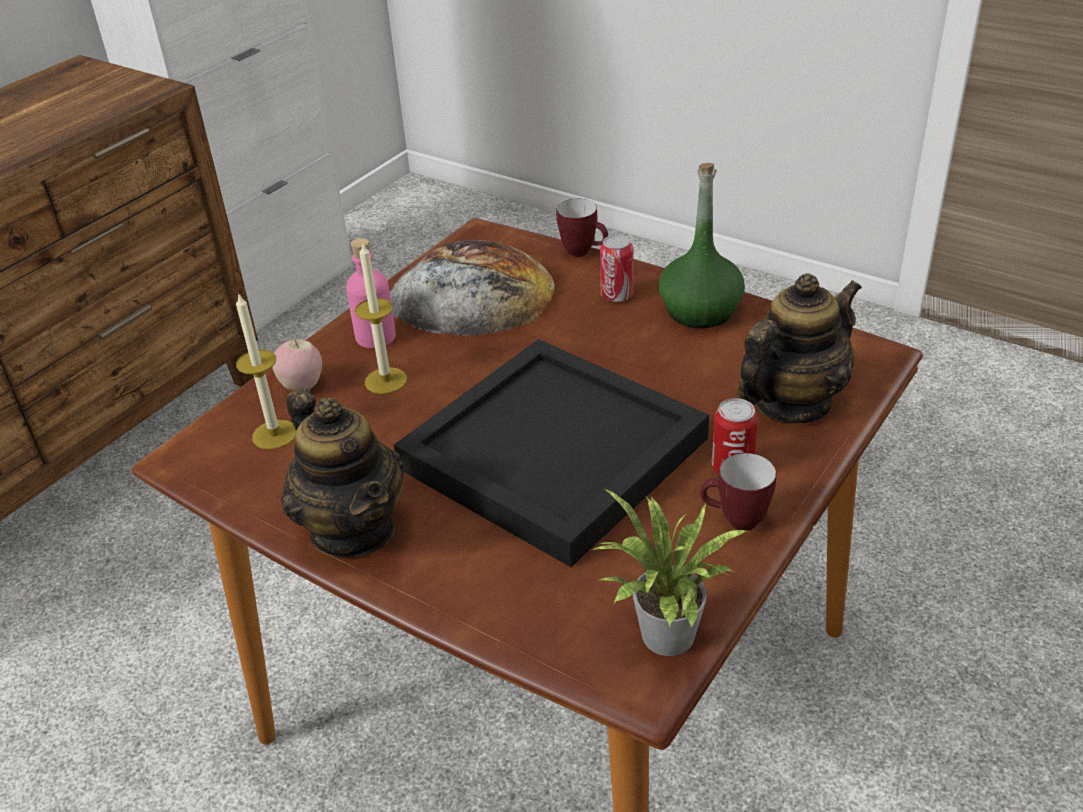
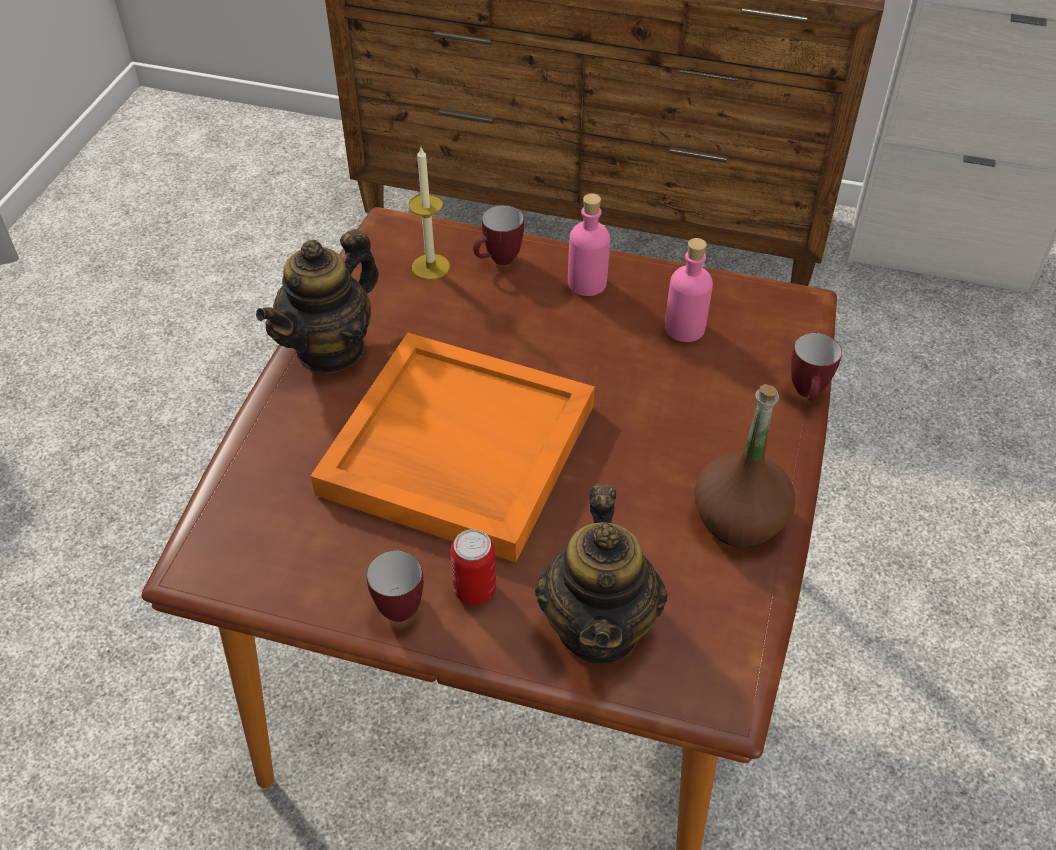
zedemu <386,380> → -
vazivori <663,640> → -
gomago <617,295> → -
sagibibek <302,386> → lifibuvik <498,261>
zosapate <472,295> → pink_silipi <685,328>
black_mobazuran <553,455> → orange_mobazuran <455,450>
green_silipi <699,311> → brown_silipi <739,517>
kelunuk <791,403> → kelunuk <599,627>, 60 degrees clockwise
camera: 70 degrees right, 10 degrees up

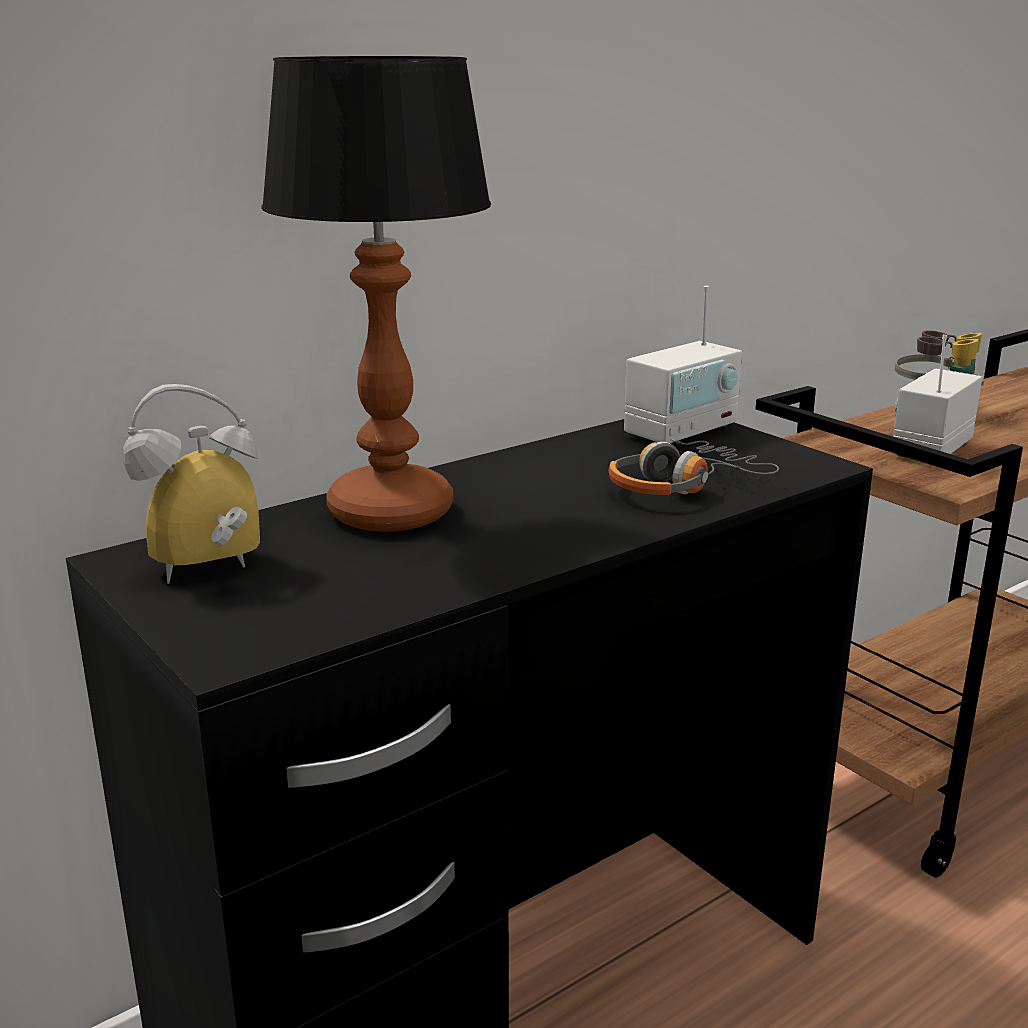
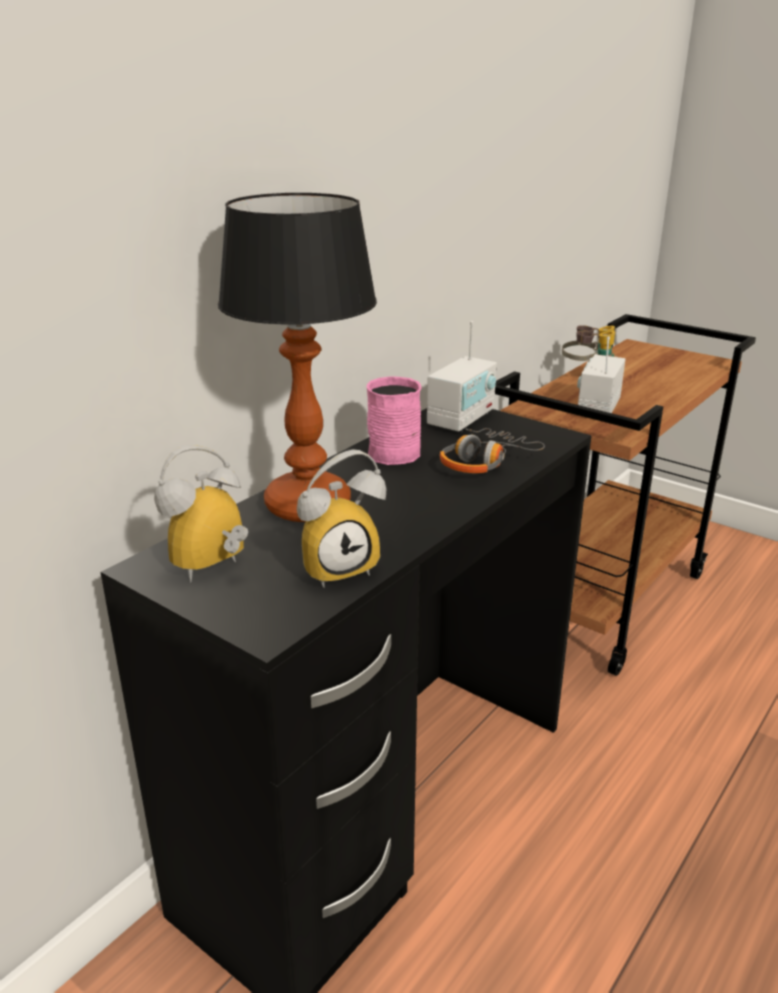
- → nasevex <339,566>
- → pink_lifibuvik <397,450>
camera: 15 degrees left, 5 degrees up

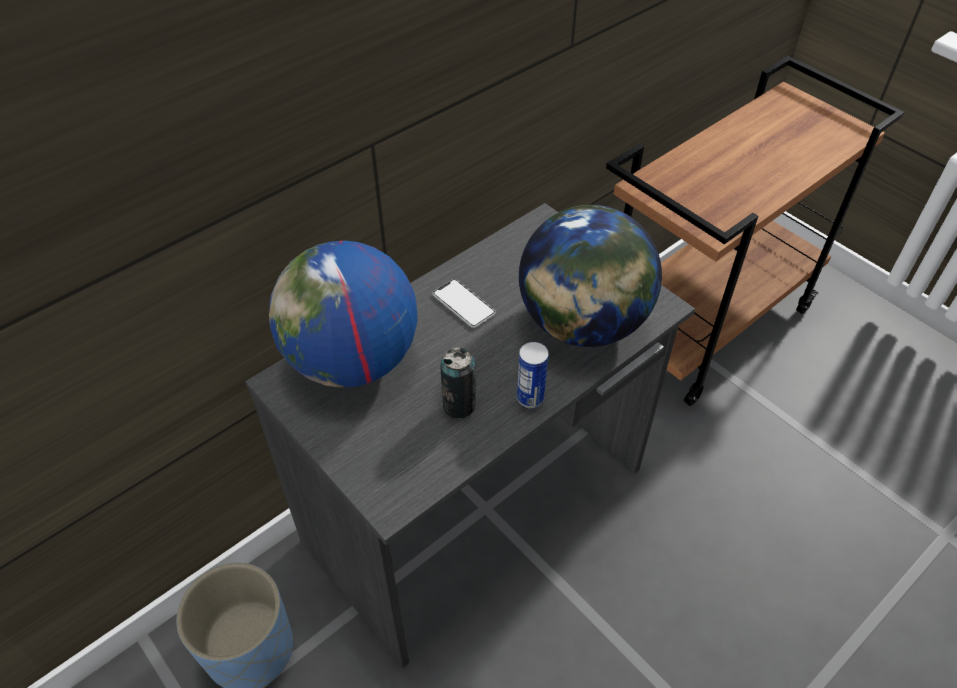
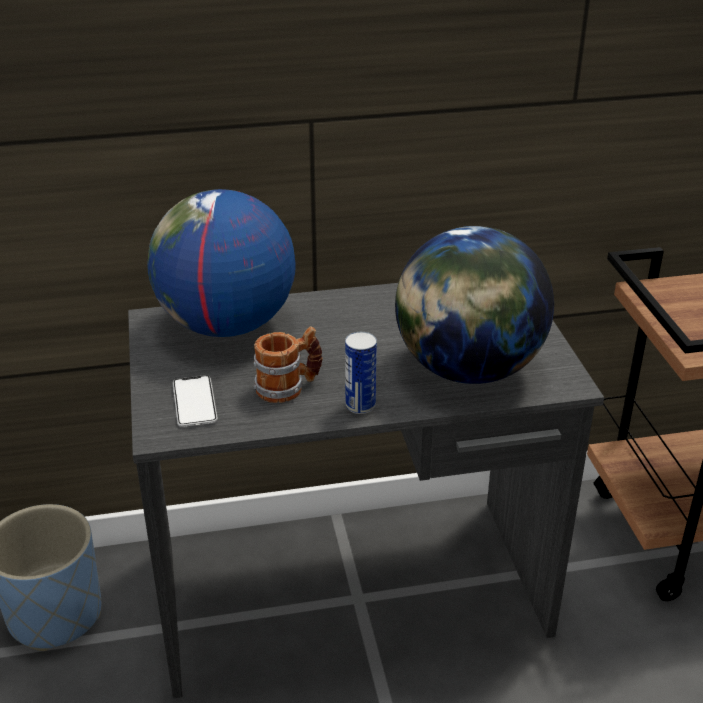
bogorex <463,304> → bogorex <194,402>, moved
gomago <459,405> → lifibuvik <289,387>
camera: 30 degrees right, 15 degrees down

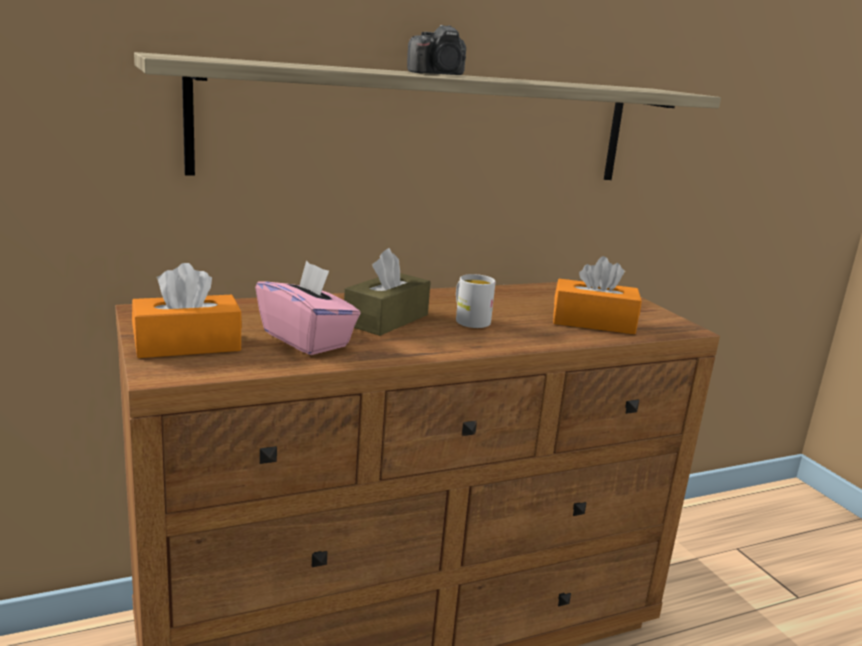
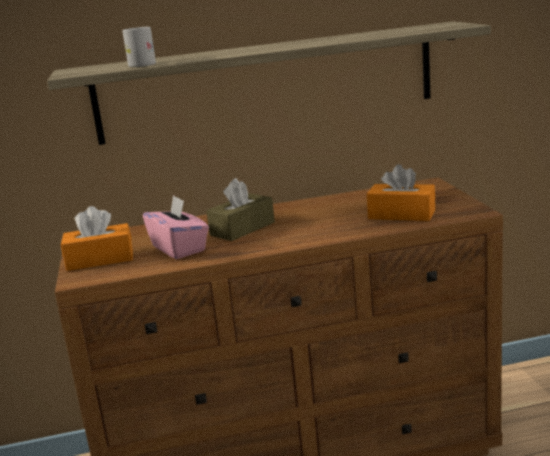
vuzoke <438,74> → -
white_lifibuvik <469,320> → white_lifibuvik <141,64>, moved
camera: 15 degrees right, 0 degrees up

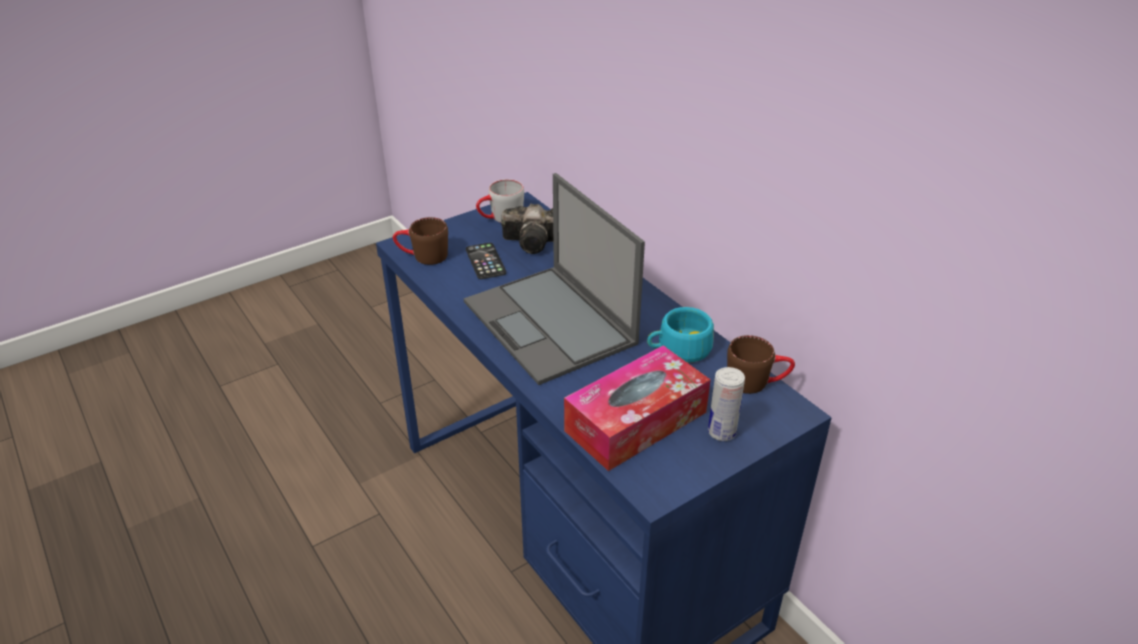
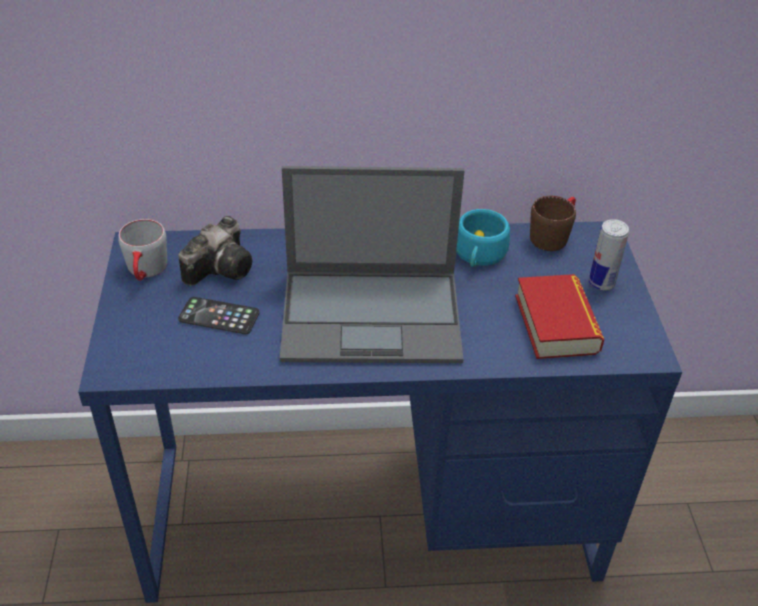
brown_lifibuvik <422,256> → -
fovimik <636,421> → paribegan <556,324>
camera: 60 degrees left, 5 degrees up

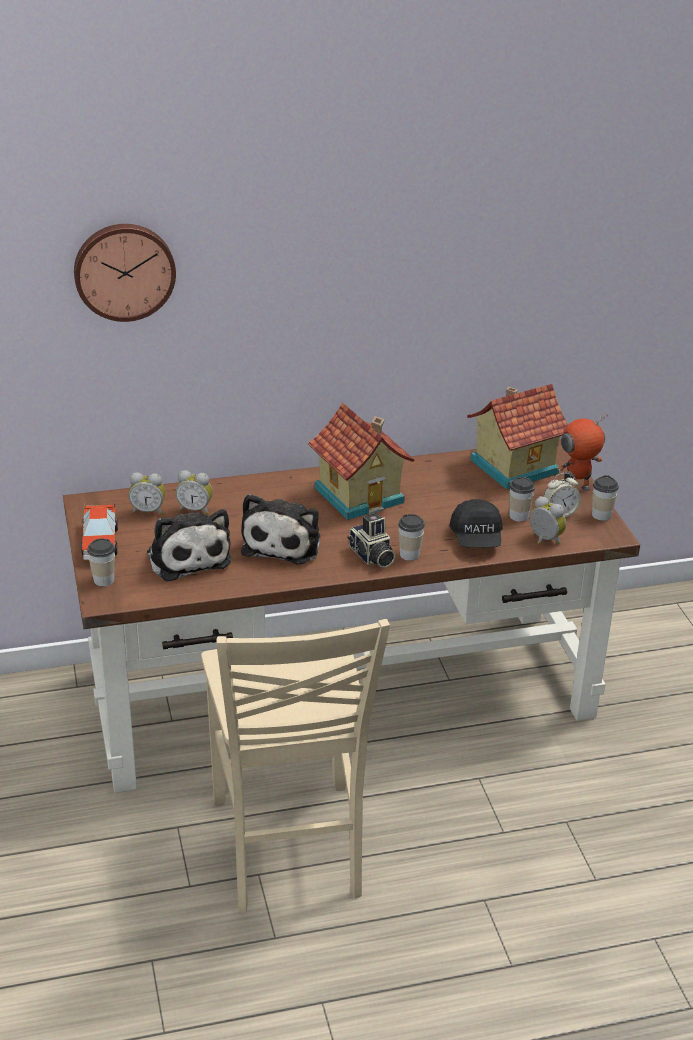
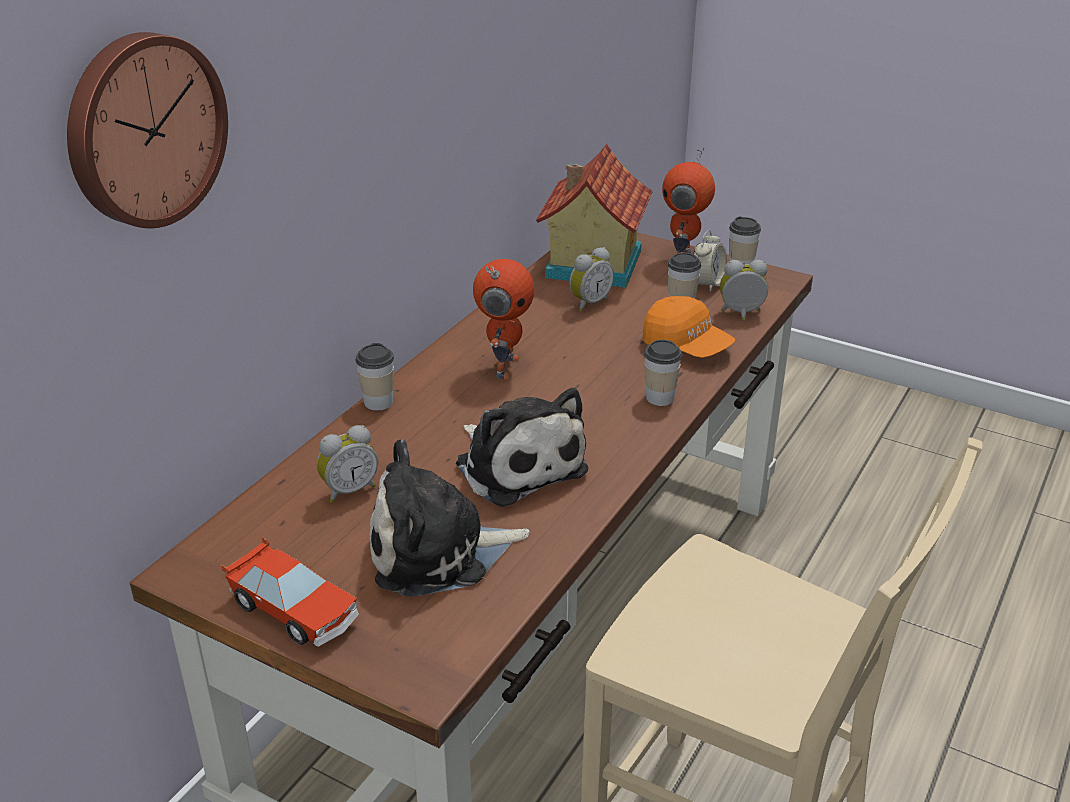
vuzoke <371,556> → -
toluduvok <103,580> → toluduvok <378,402>, moved
nasevex <148,511> → nasevex <588,303>, moved
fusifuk <361,494> → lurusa <504,366>
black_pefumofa <476,538> → orange_pefumofa <686,346>
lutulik <187,556> → lutulik <437,552>, 150 degrees clockwise
camera: 45 degrees left, 0 degrees up

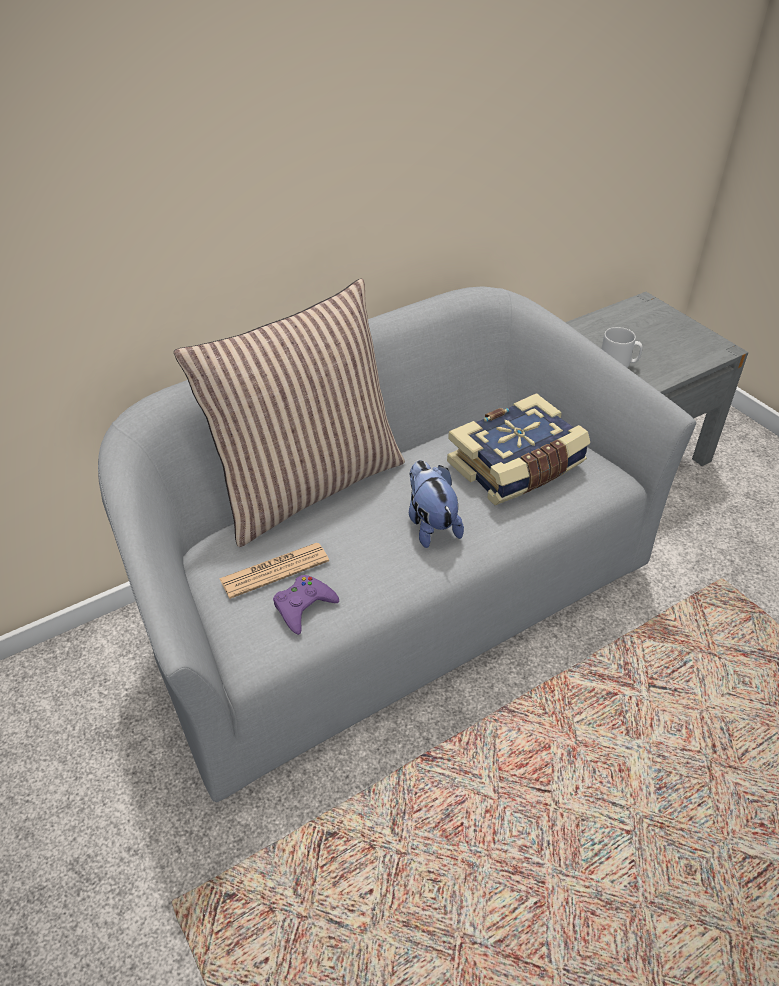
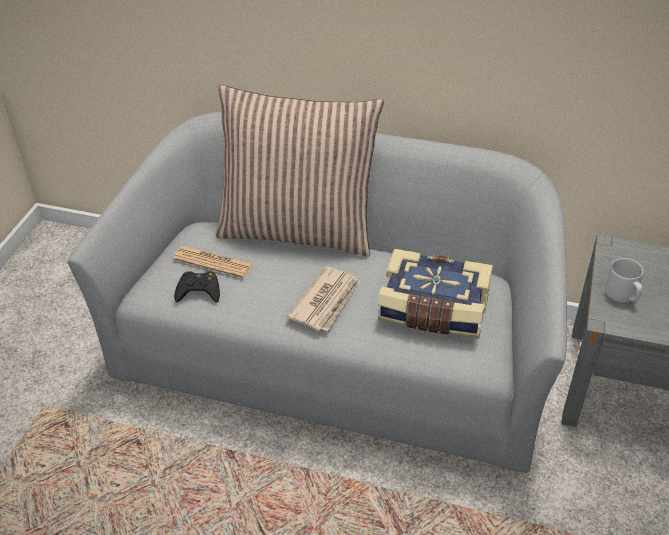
lutulik <430,524> → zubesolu <326,301>
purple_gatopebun <303,607> → black_gatopebun <199,291>
camera: 50 degrees right, 0 degrees up

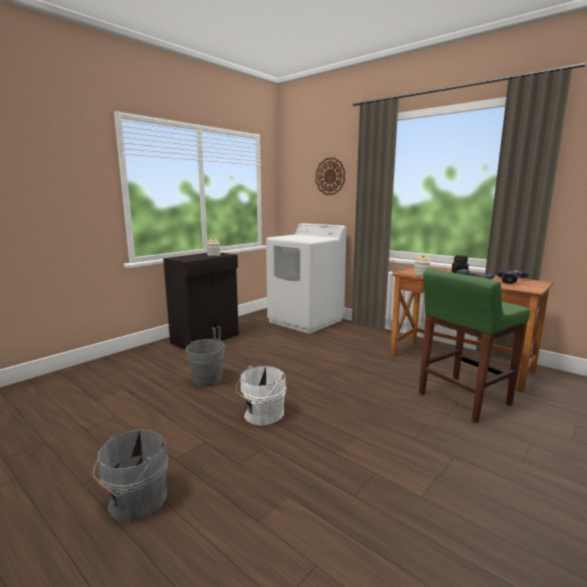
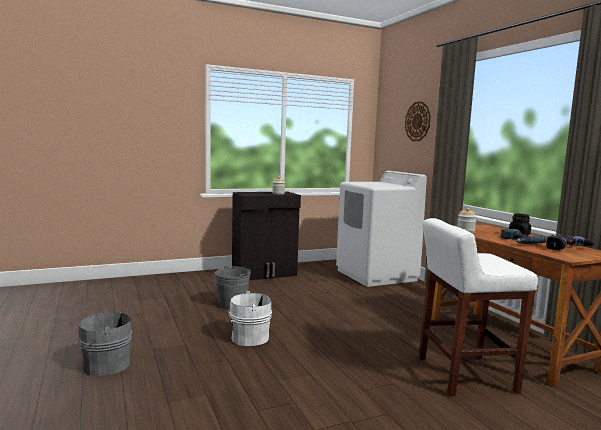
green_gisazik <462,399> → white_gisazik <464,374>
camera: 25 degrees right, 5 degrees down

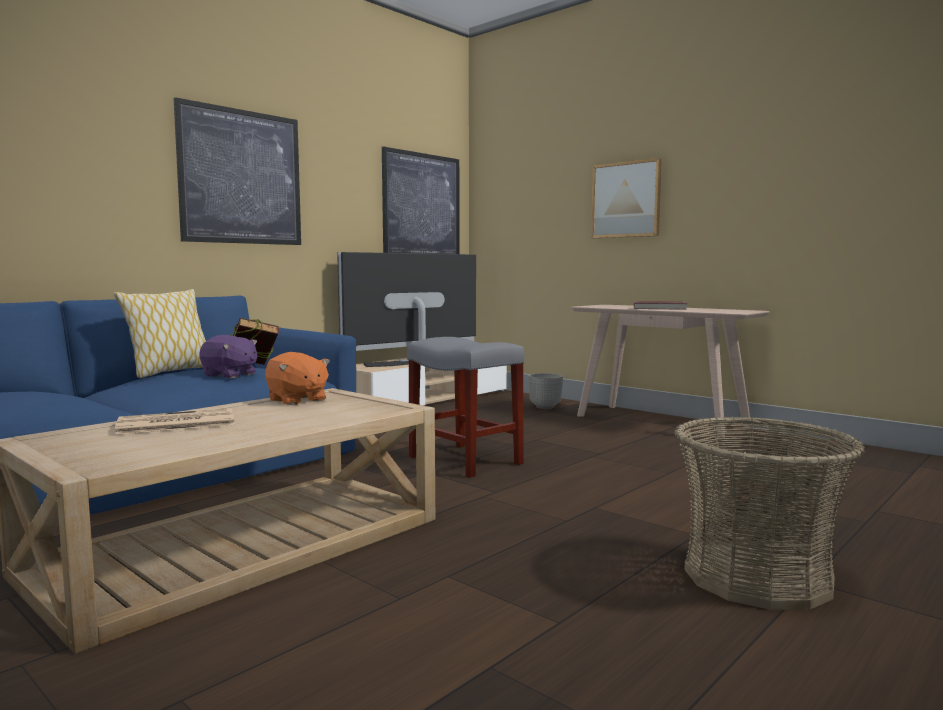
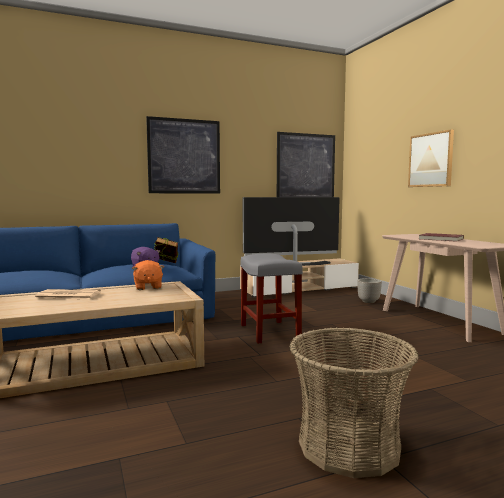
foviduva <170,372> → -
camera: 25 degrees right, 0 degrees up

